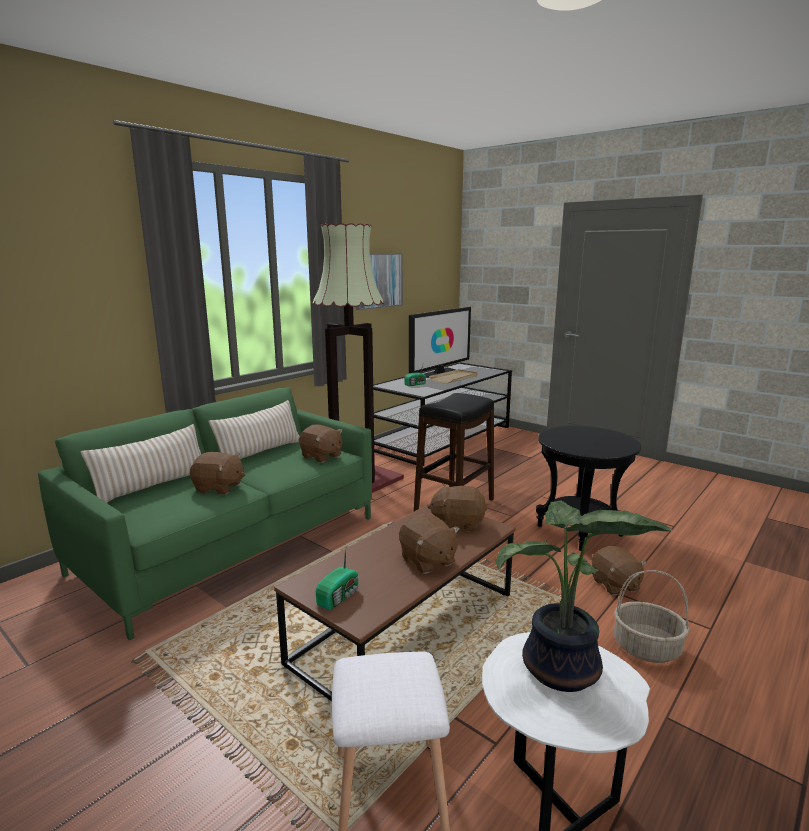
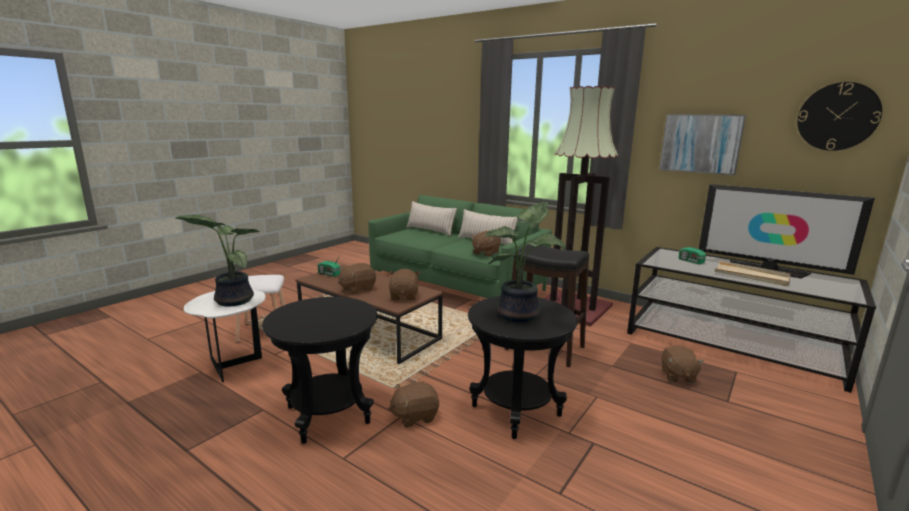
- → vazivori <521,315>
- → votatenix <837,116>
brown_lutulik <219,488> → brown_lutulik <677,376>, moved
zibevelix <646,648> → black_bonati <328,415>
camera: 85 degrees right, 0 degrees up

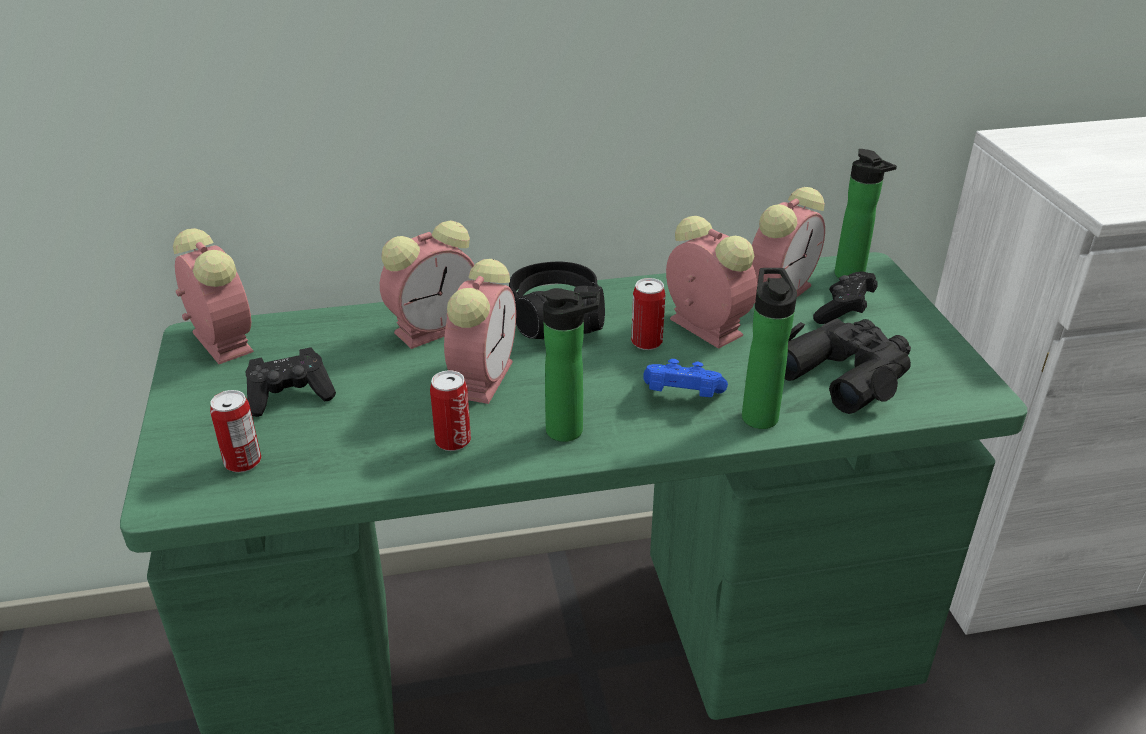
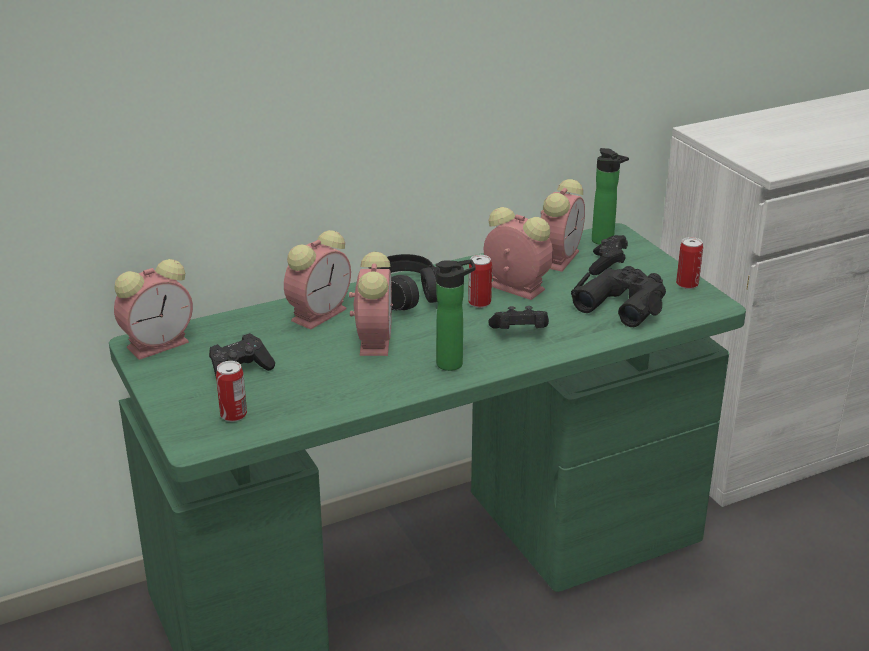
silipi <758,414> → -
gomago <453,441> → gomago <687,284>, moved
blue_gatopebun <681,396> → black_gatopebun <519,332>
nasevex <220,341> → nasevex <160,344>, 105 degrees clockwise
camera: 15 degrees left, 5 degrees down

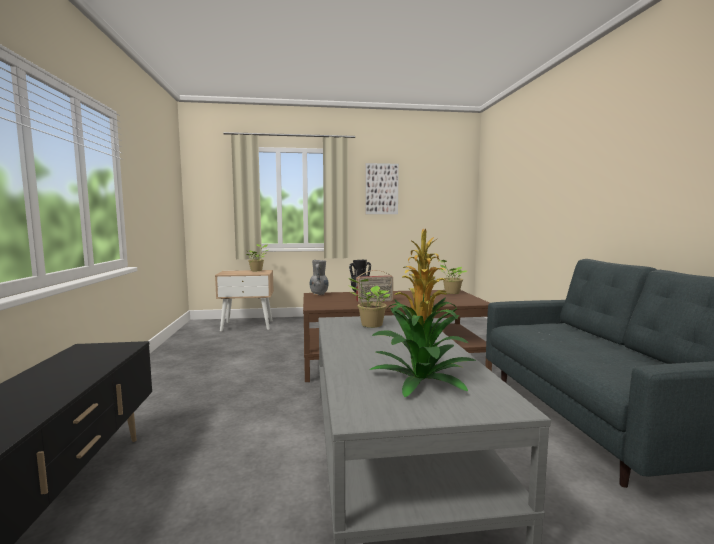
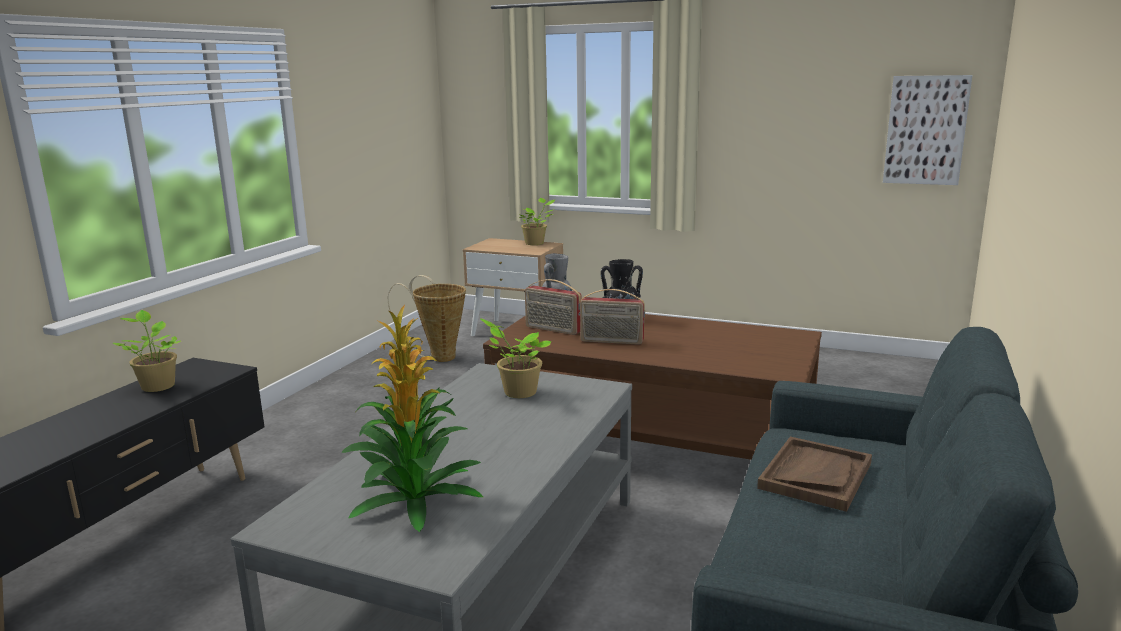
- → zibevelix <438,357>
- → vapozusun <552,329>
- → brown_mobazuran <815,475>
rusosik <381,189> → rusosik <925,130>, moved
vazivori <450,292> → vazivori <157,386>, moved
camera: 30 degrees right, 10 degrees up

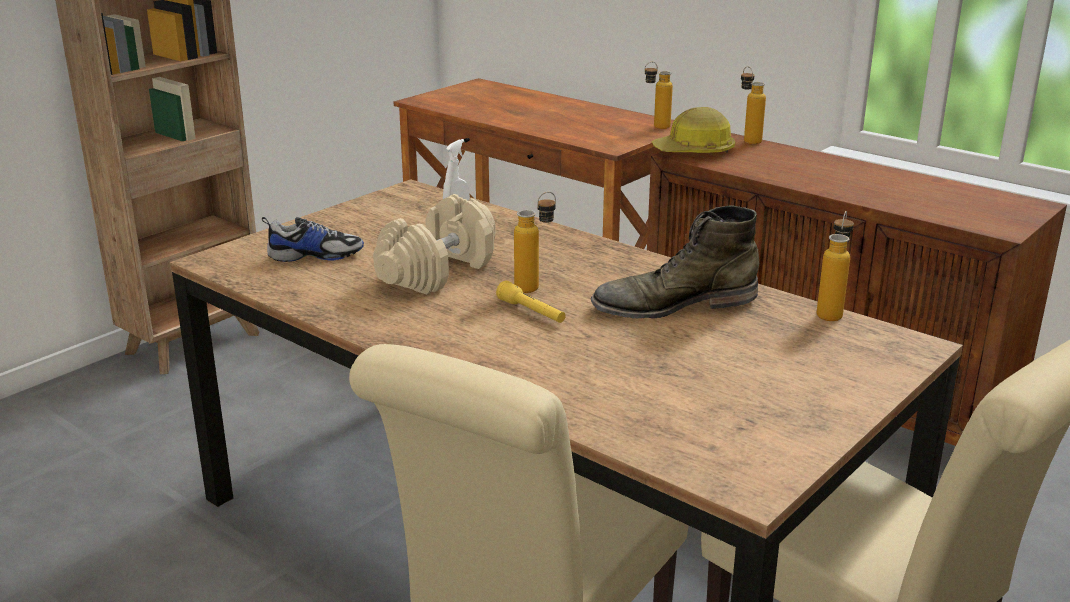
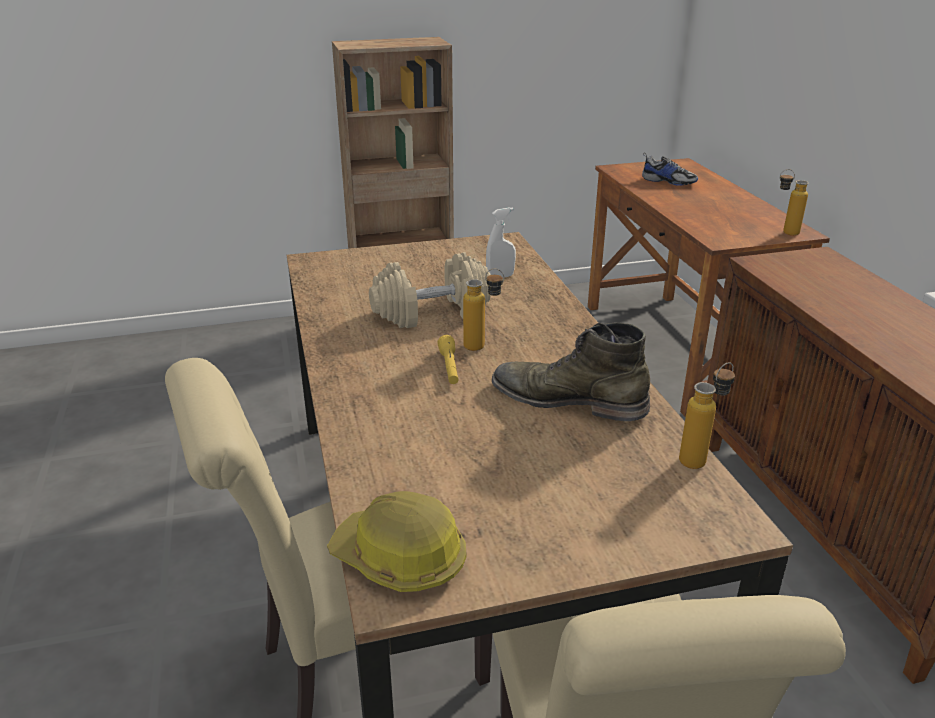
silipi <748,140> → -
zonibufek <315,255> → zonibufek <668,181>, moved
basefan <694,152> → basefan <400,559>, moved
camera: 35 degrees right, 5 degrees up

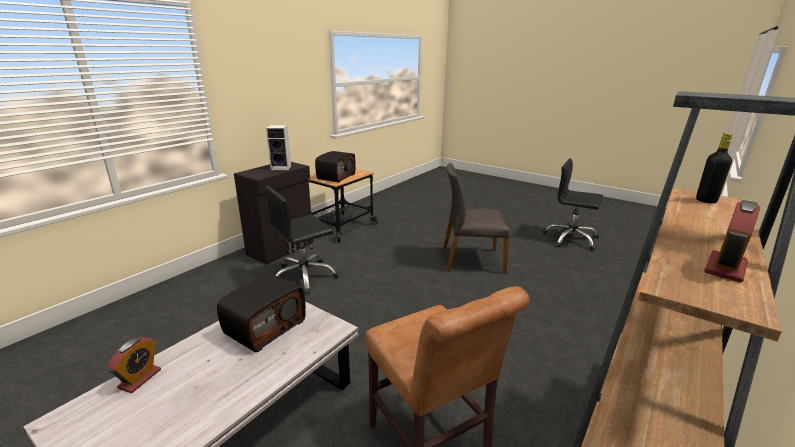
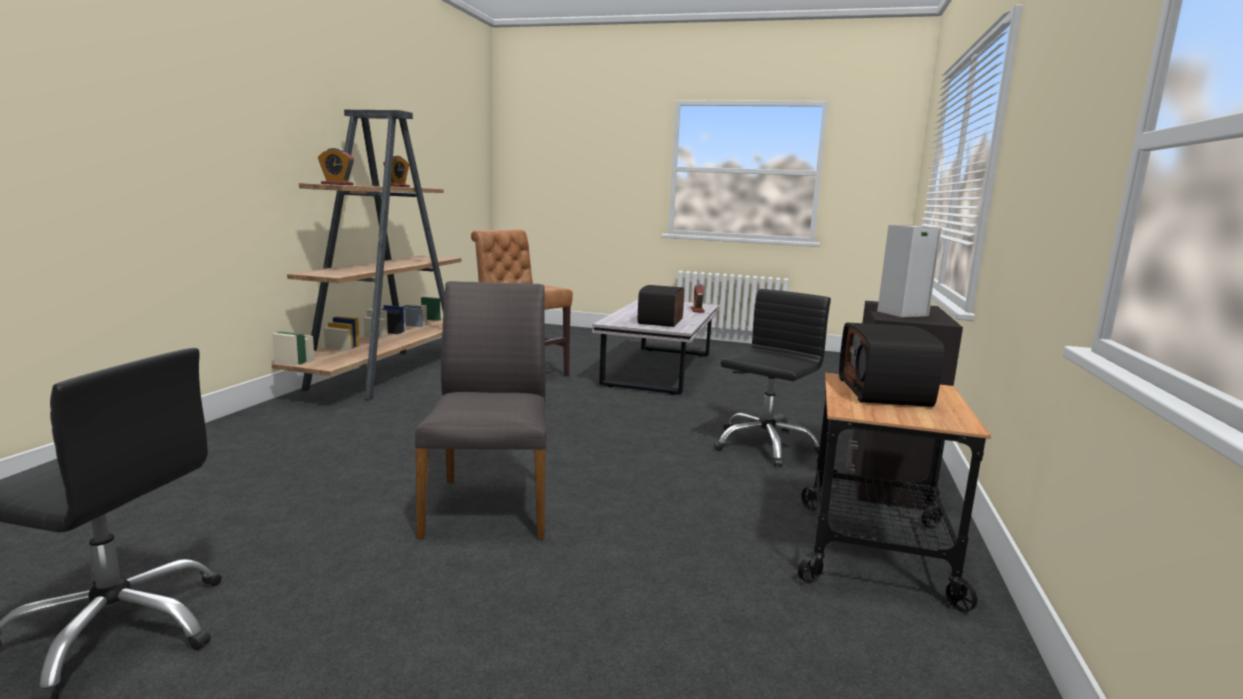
black_silipi <706,200> → nasevex <337,184>
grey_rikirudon <471,260> → grey_rikirudon <489,505>, 75 degrees counterclockwise
camera: 160 degrees right, 10 degrees down

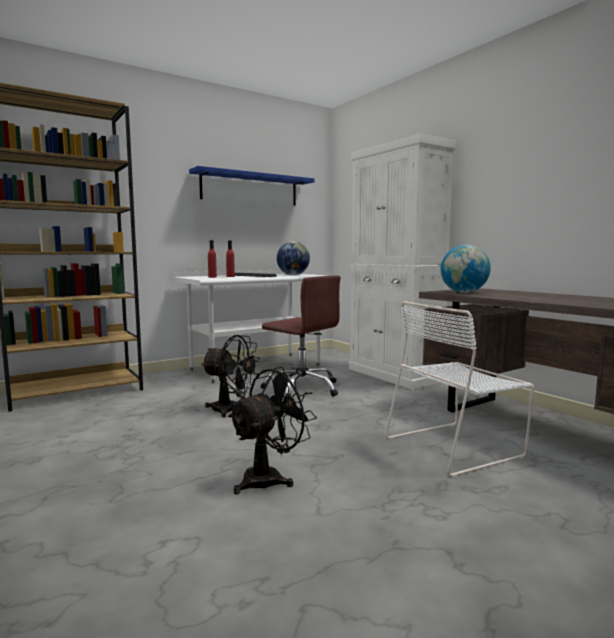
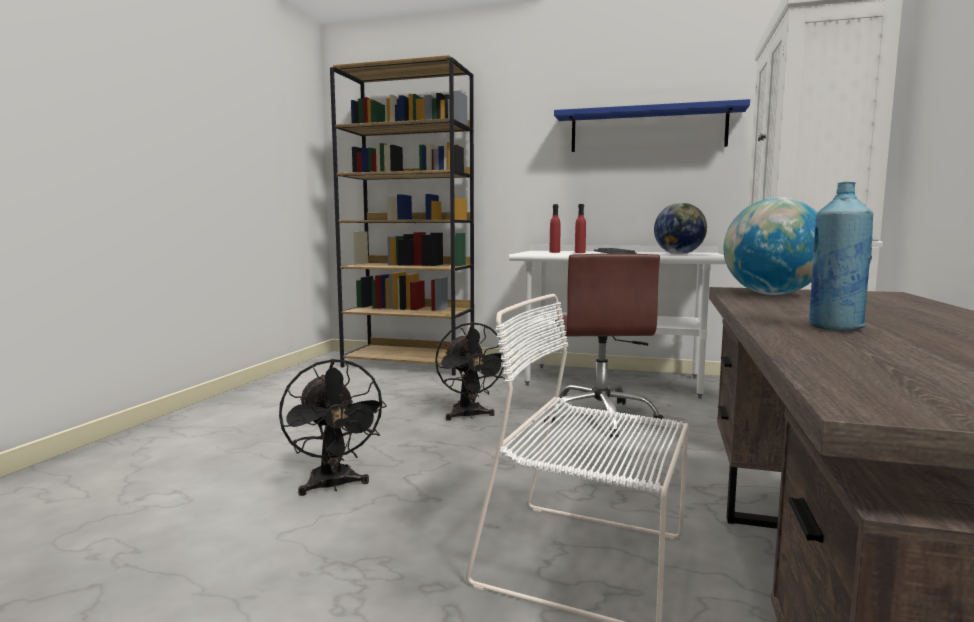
- → blue_silipi <835,328>
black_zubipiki <269,478> → black_zubipiki <333,486>, 60 degrees clockwise
camera: 50 degrees right, 0 degrees up

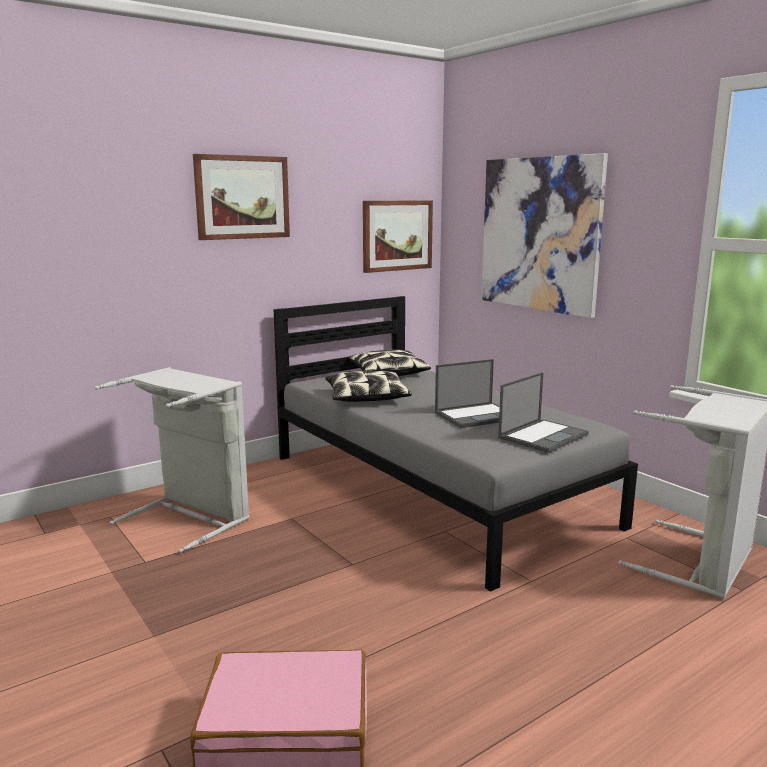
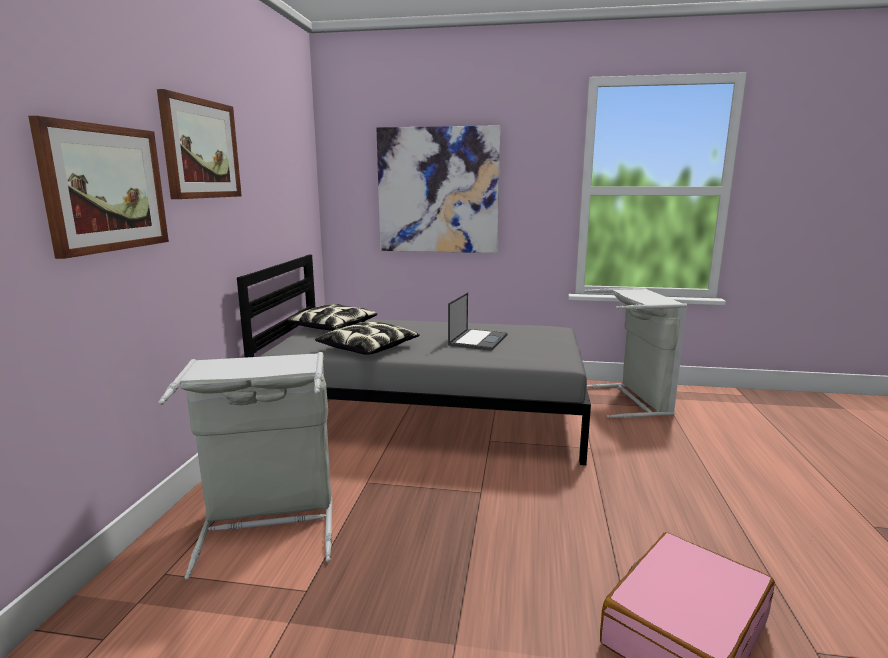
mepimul <543,436> → -
rusosik <397,235> → rusosik <105,188>, moved
camera: 45 degrees left, 0 degrees up

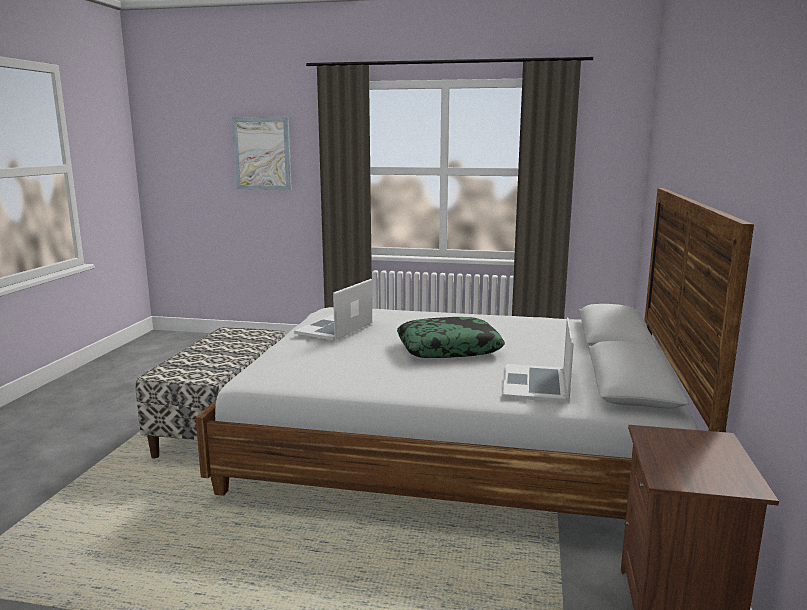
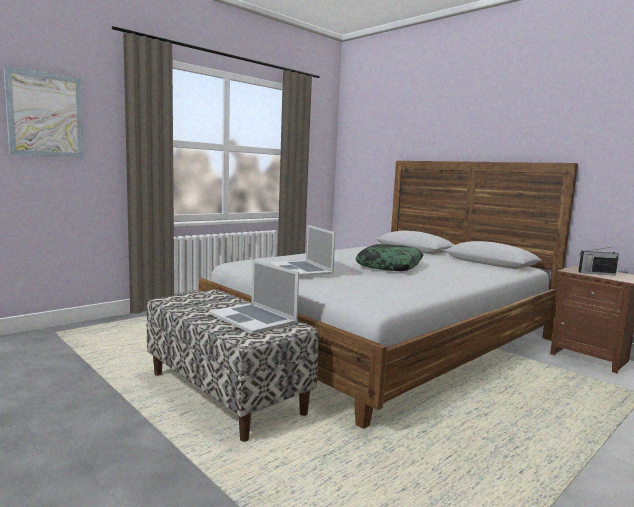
- → vapozusun <595,273>
mepimul <536,383> → mepimul <253,318>, moved
camera: 55 degrees left, 5 degrees down

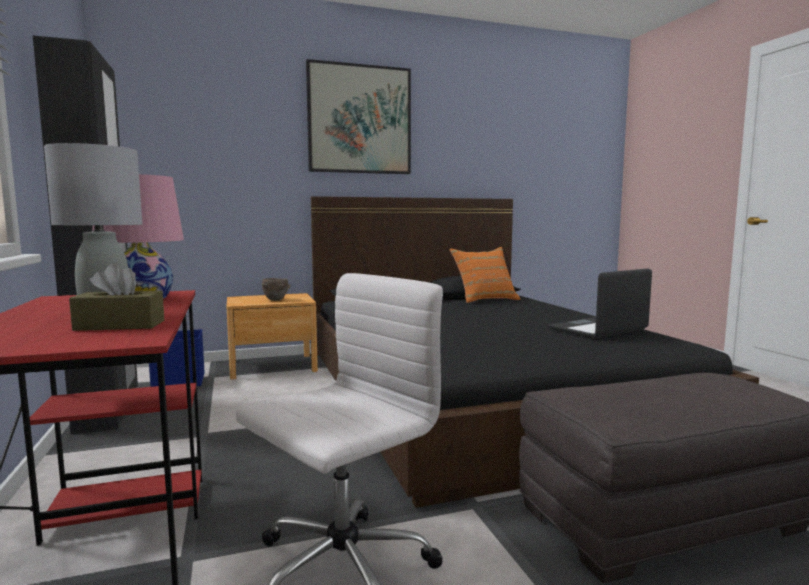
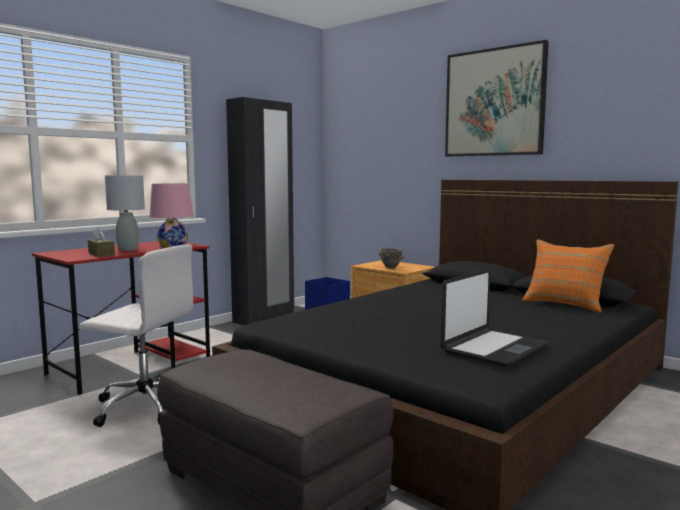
mepimul <598,330> → mepimul <493,348>, 105 degrees clockwise
camera: 60 degrees right, 0 degrees up

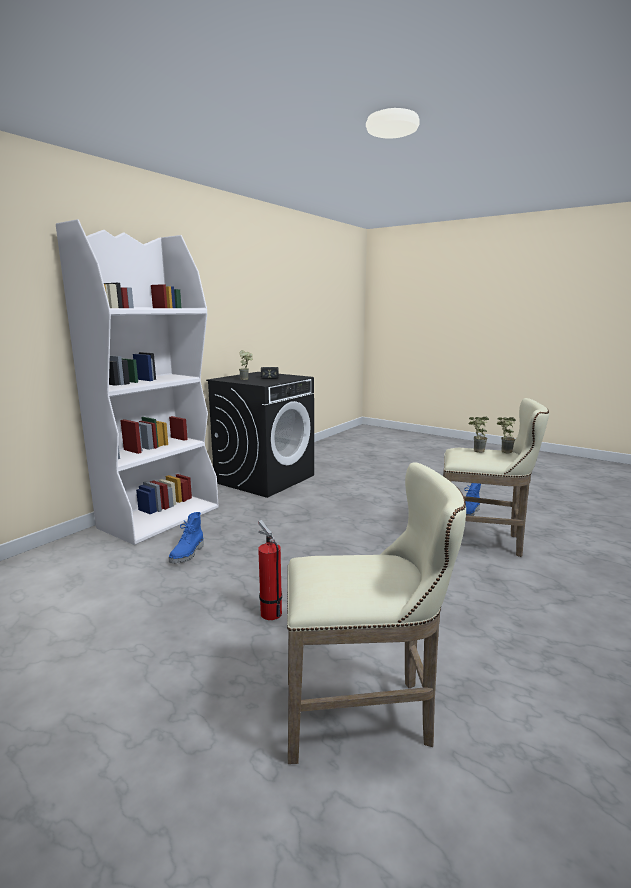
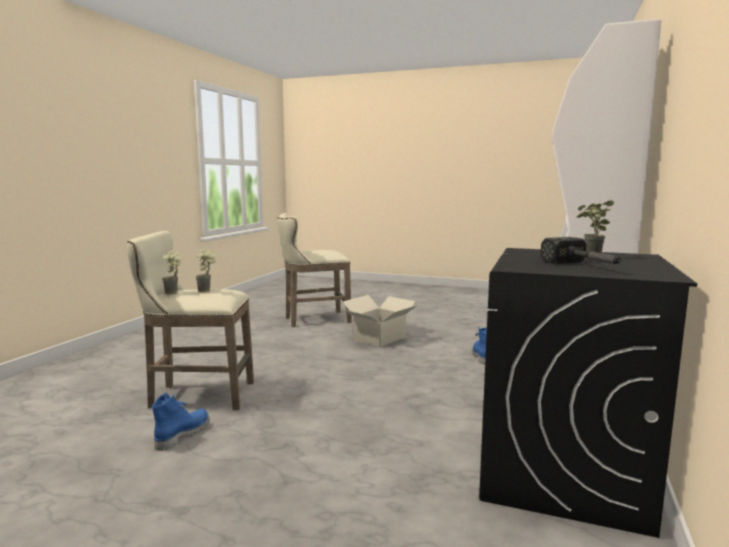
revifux <269,612> → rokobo <380,338>
camera: 165 degrees right, 5 degrees down

